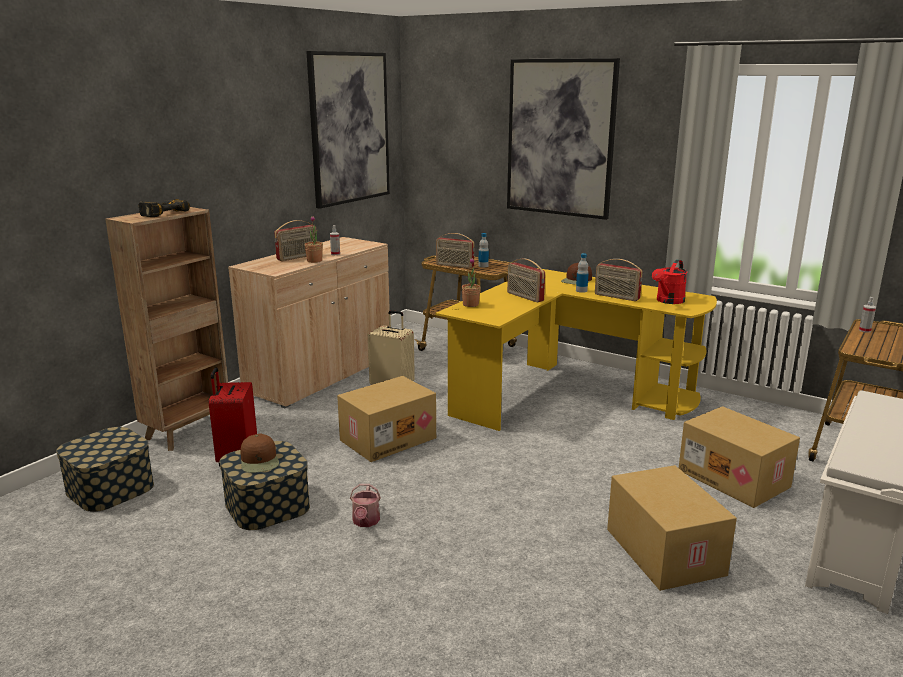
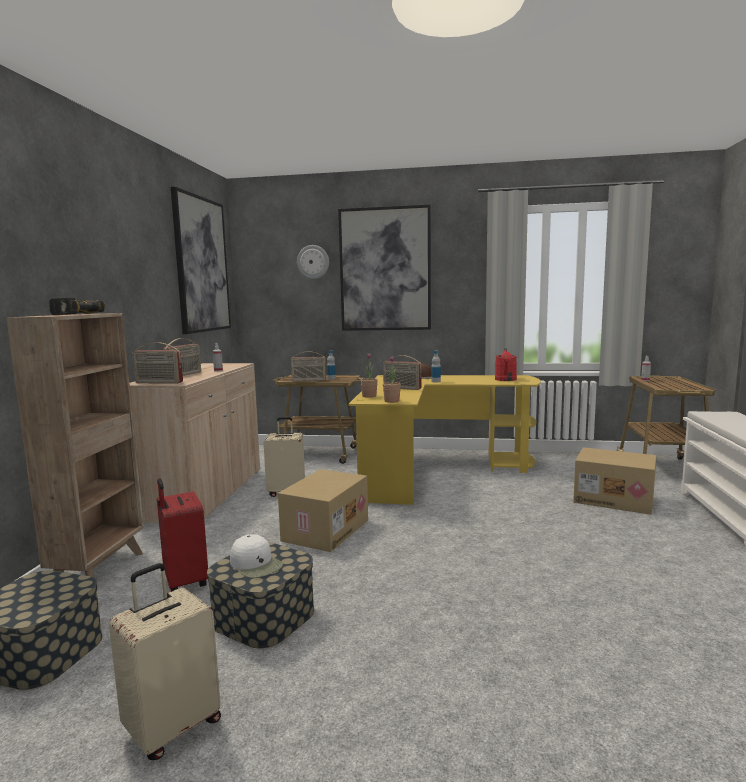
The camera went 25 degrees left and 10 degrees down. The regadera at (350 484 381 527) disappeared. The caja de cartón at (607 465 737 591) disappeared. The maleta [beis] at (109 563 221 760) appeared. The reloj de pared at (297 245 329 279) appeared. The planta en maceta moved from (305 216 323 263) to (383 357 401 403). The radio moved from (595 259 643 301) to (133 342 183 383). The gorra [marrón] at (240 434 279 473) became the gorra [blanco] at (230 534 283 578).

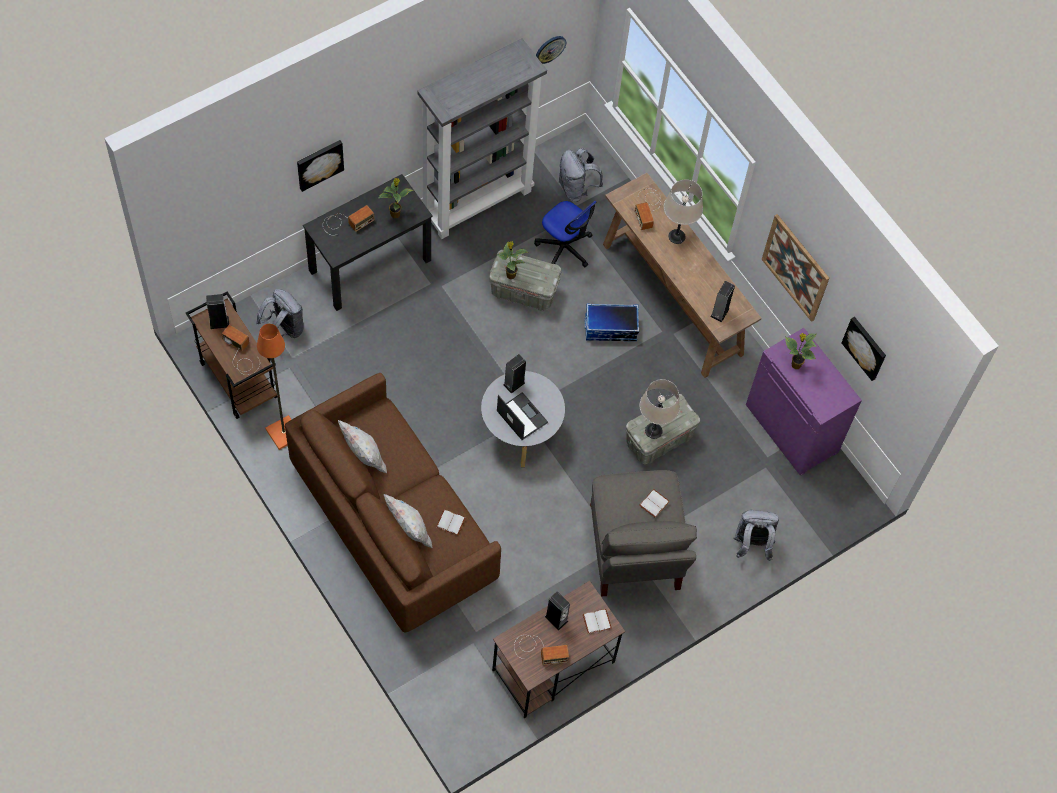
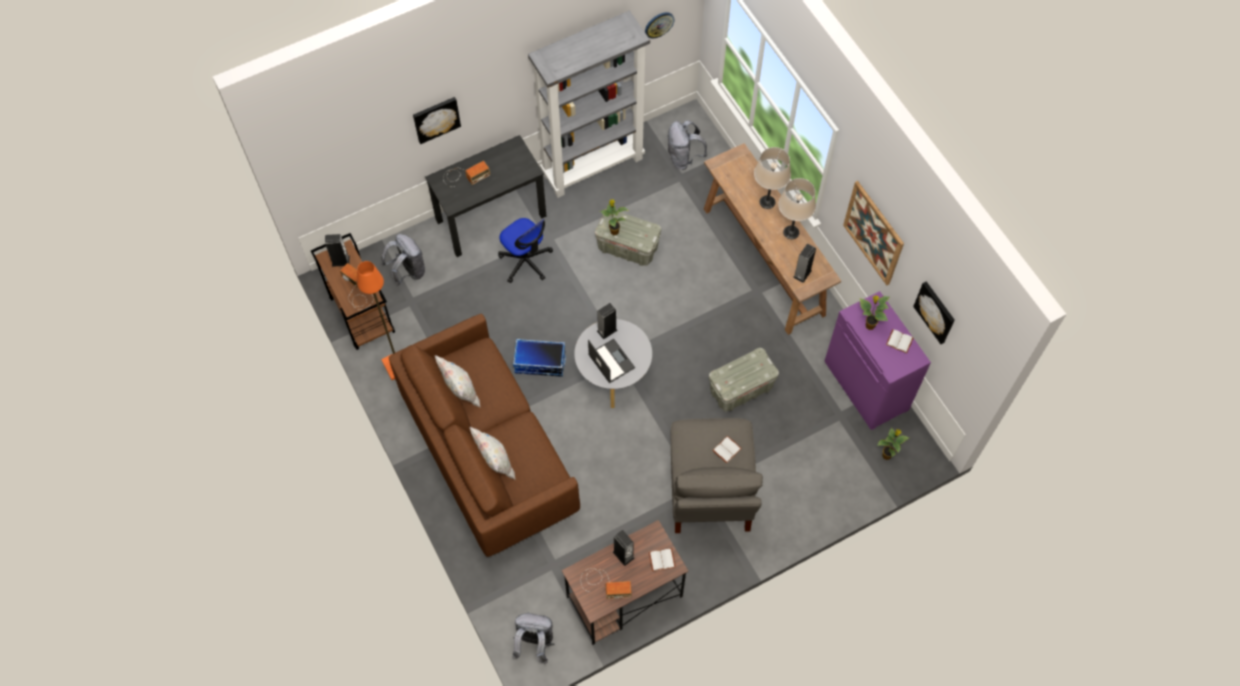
The camera went 10 degrees right and 0 degrees up. The radio at (635 188 661 230) disappeared. The planta en maceta moved from (379 178 413 219) to (877 428 909 460). The libro [blanco] moved from (436 510 466 535) to (886 329 914 353). The silla de oficina moved from (534 201 597 267) to (498 218 553 283). The caja de almacenaje moved from (585 304 639 341) to (513 339 566 377). The lámpara de mesa [beis] moved from (640 379 680 439) to (778 178 816 239). The mochila [gris] moved from (733 509 779 561) to (513 612 554 664).

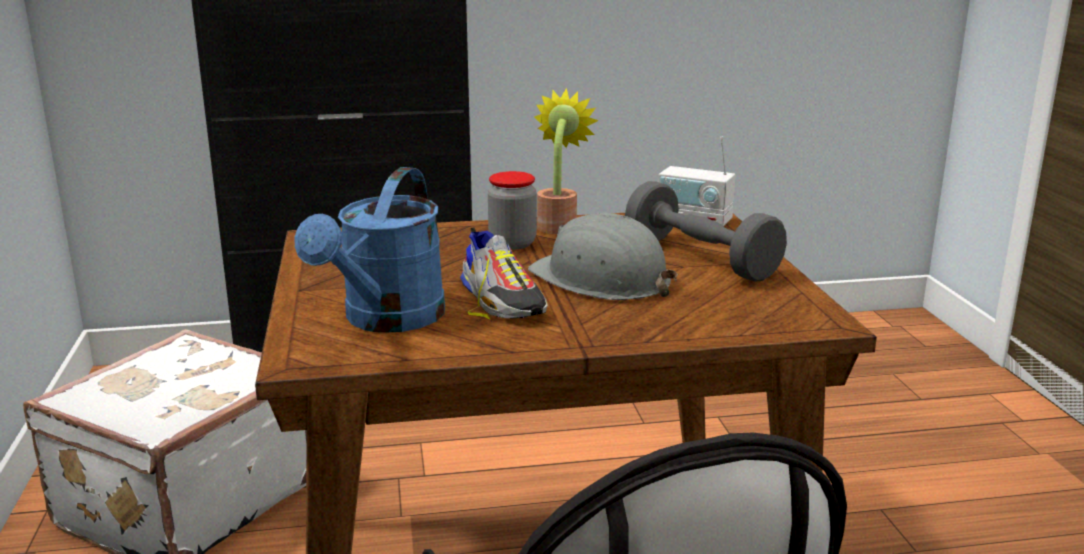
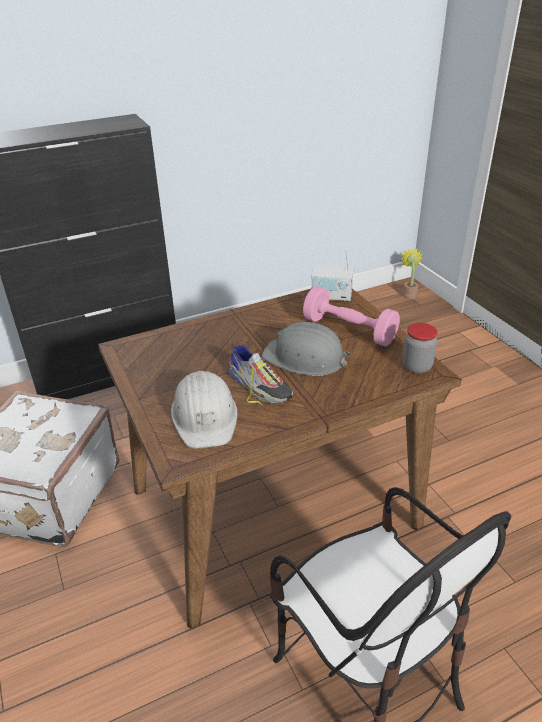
The camera went 15 degrees left and 15 degrees up. The tarro moved from (488 171 537 250) to (402 323 438 374). The planta en maceta moved from (534 88 599 234) to (401 249 423 299). The regadera [azul] at (295 167 445 333) was replaced by the casco [blanco] at (171 371 238 449). The mancuerna [gris] at (625 181 787 282) became the mancuerna [rosa] at (303 286 400 346).

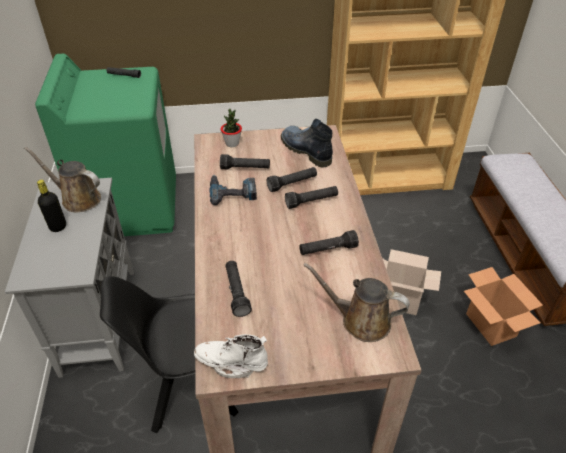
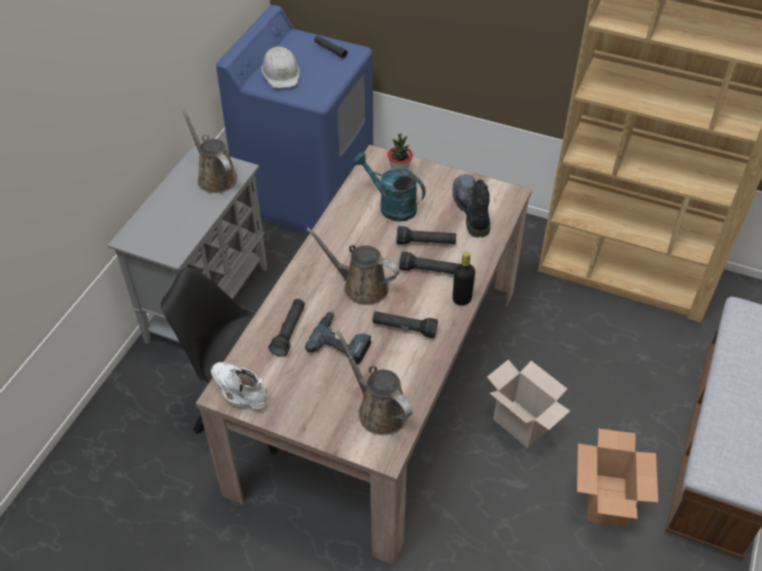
The camera went 30 degrees right and 5 degrees up. The casco [blanco] at (261 46 300 88) appeared. The regadera [marrón] at (306 228 399 305) appeared. The botella [negro] moved from (37 180 66 232) to (452 252 475 306). The taladro moved from (209 175 257 205) to (305 310 371 364). The linterna [negro] at (220 154 270 169) was replaced by the regadera [turquesa] at (353 152 425 222). The lavadora [verde] at (35 54 176 236) became the lavadora [azul] at (216 5 373 234).

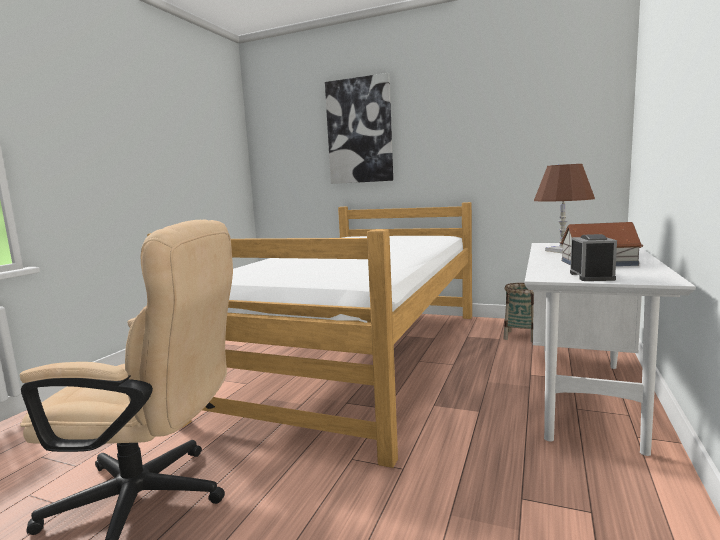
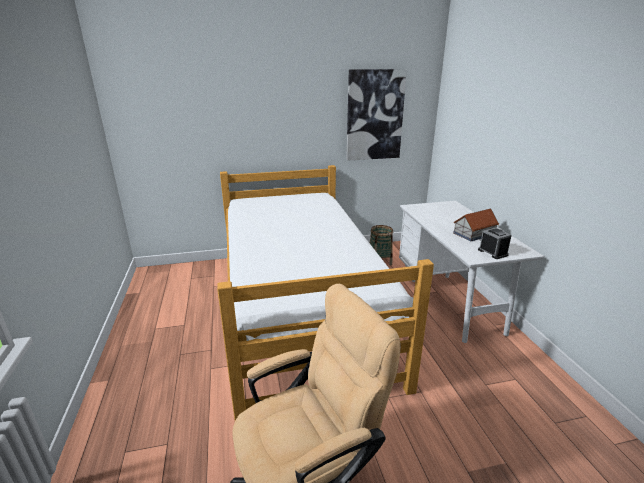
The camera went 35 degrees left and 15 degrees up. The lámpara de mesa [marrón] at (534 164 595 253) disappeared. The cuadro moved from (325 73 393 184) to (346 69 407 161).

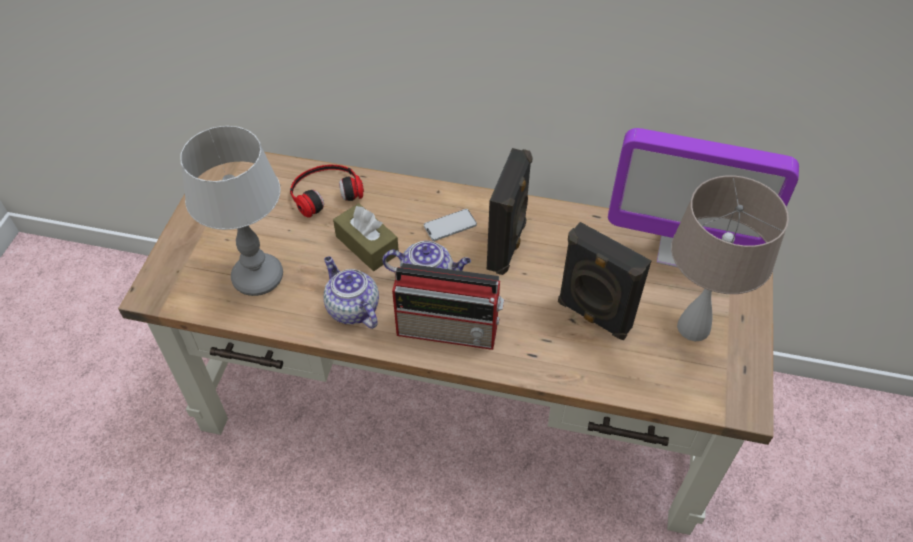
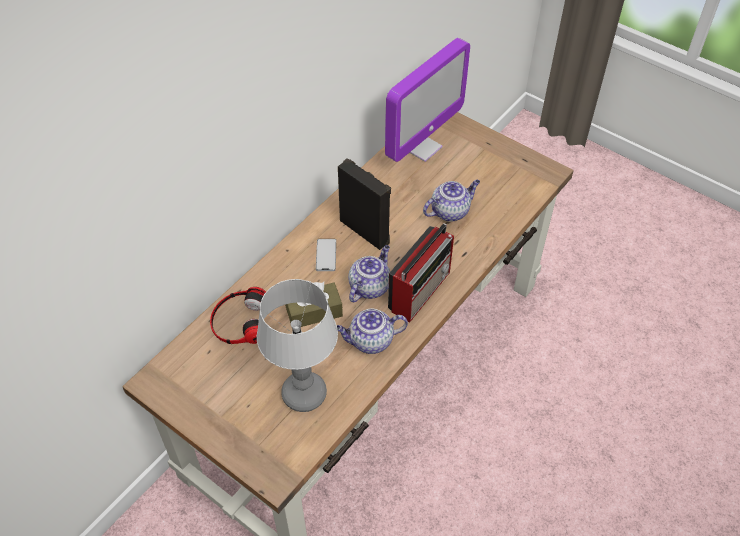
The camera went 65 degrees left and 0 degrees up. The lámpara de mesa [beis] at (671 175 789 341) disappeared. The altavoz [negro] at (558 222 651 340) was replaced by the tetera at (423 180 480 222).

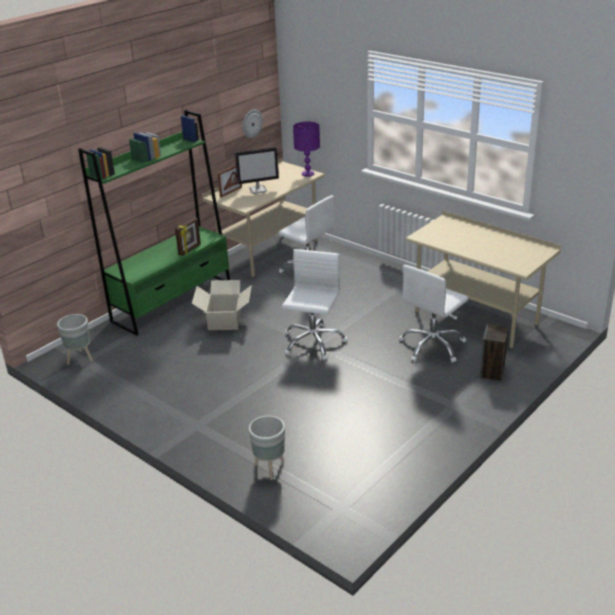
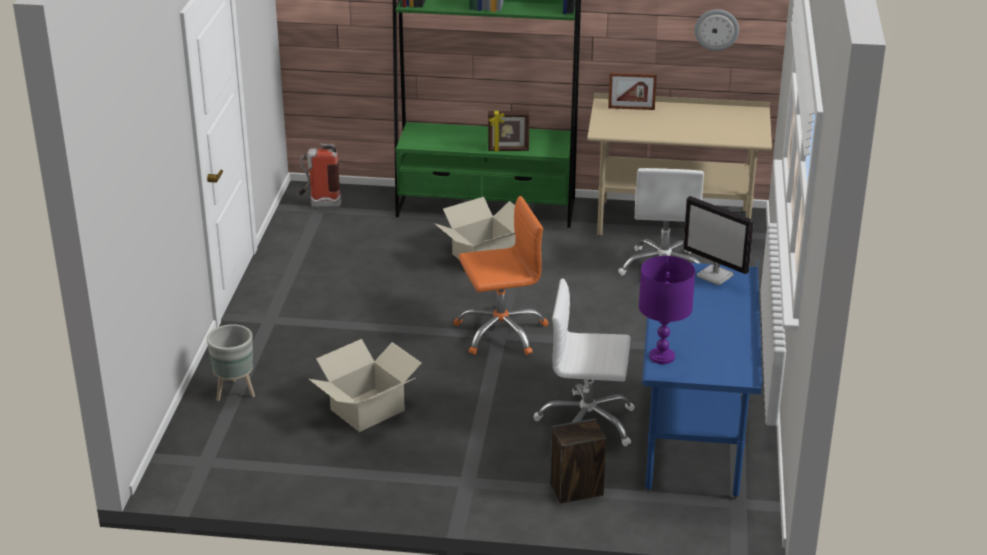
The camera went 55 degrees right and 0 degrees up. The caja de cartón at (309 339 421 432) appeared. The monitor moved from (235 147 279 194) to (683 196 754 285). The lámpara de mesa [morado] moved from (293 121 320 177) to (639 256 695 364). The maceta [gris] at (57 314 93 365) was replaced by the extintor at (298 143 341 208). The silla de oficina [blanco] at (282 249 348 360) became the silla de oficina [naranja] at (453 196 548 355). The escritorio [beis] at (406 211 561 350) became the escritorio [azul] at (642 261 762 499).

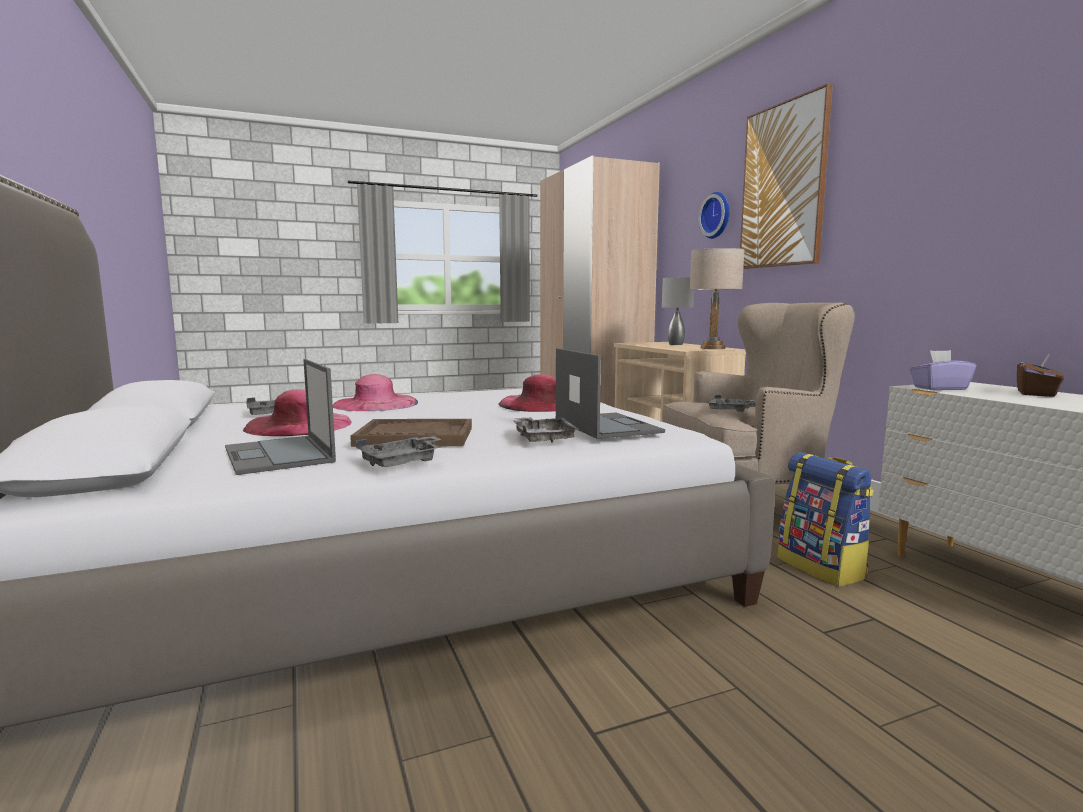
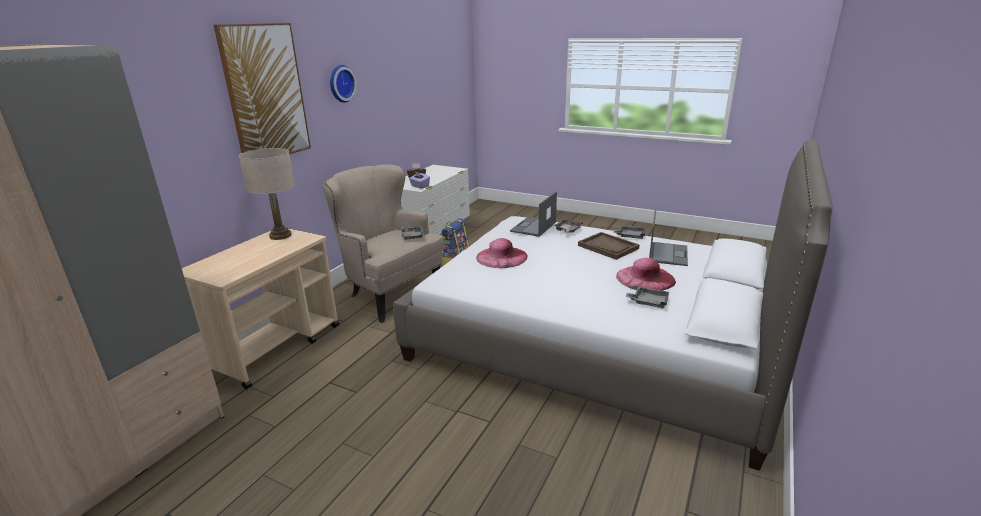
The camera went 130 degrees left and 15 degrees up. The sombrero [rosa] at (333 374 418 411) disappeared. The lámpara de mesa [gris] at (662 277 694 345) disappeared. The reloj de pared moved from (698 192 730 239) to (330 65 357 103).

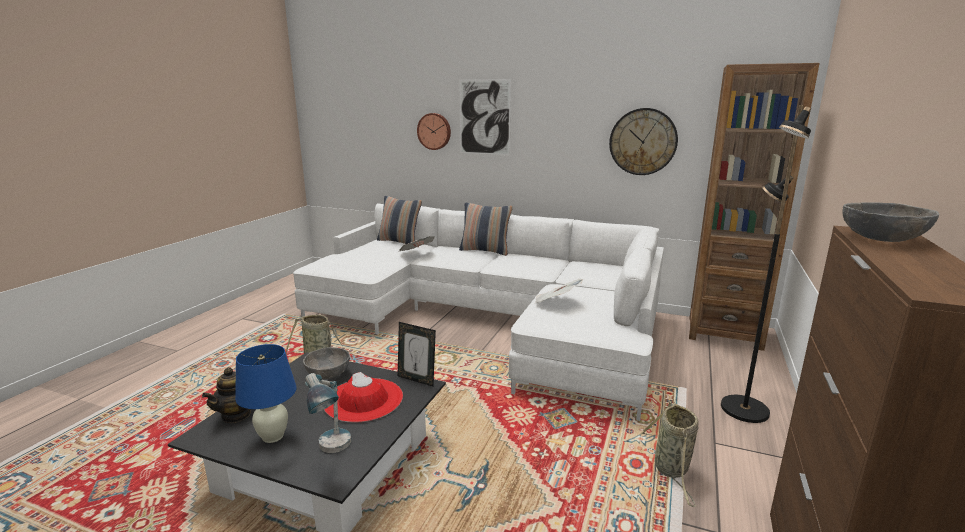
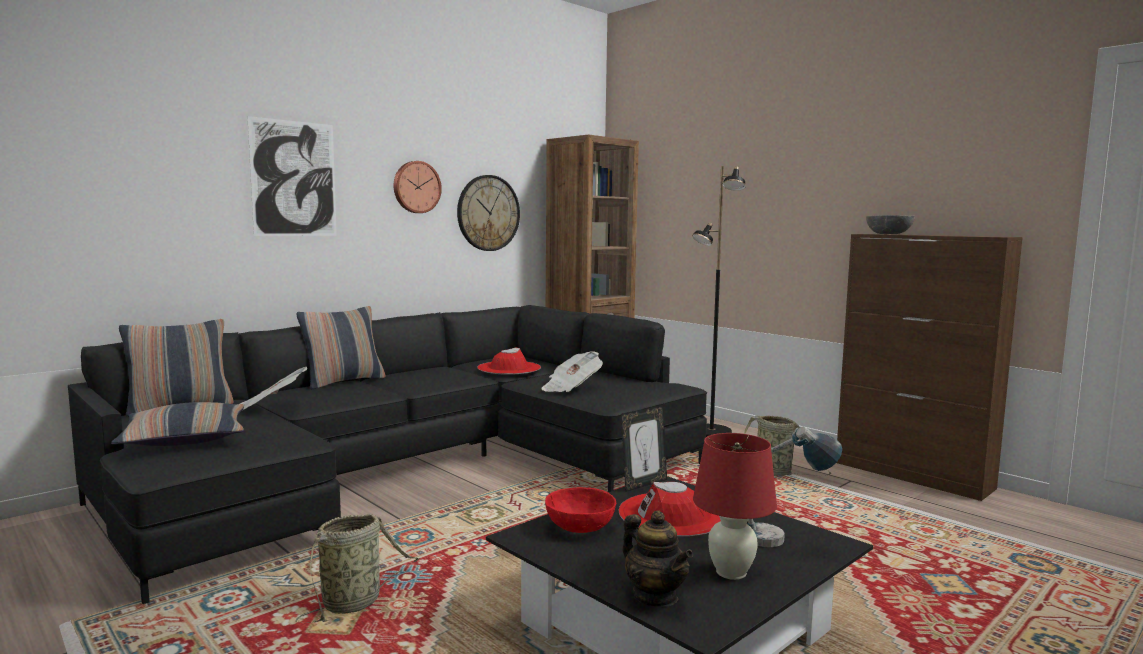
The camera went 65 degrees left and 10 degrees down. The cojín at (111 402 244 446) appeared. The sombrero [rojo] at (477 347 541 375) appeared. The reloj de pared moved from (417 113 451 150) to (394 161 442 213). The lámpara de mesa [azul] at (235 344 297 443) became the lámpara de mesa [rojo] at (693 433 777 580). The sofá [blanco] at (293 203 664 421) became the sofá [negro] at (68 305 707 604). The cuenco [gris] at (303 347 350 379) became the cuenco [rojo] at (545 487 616 533).

